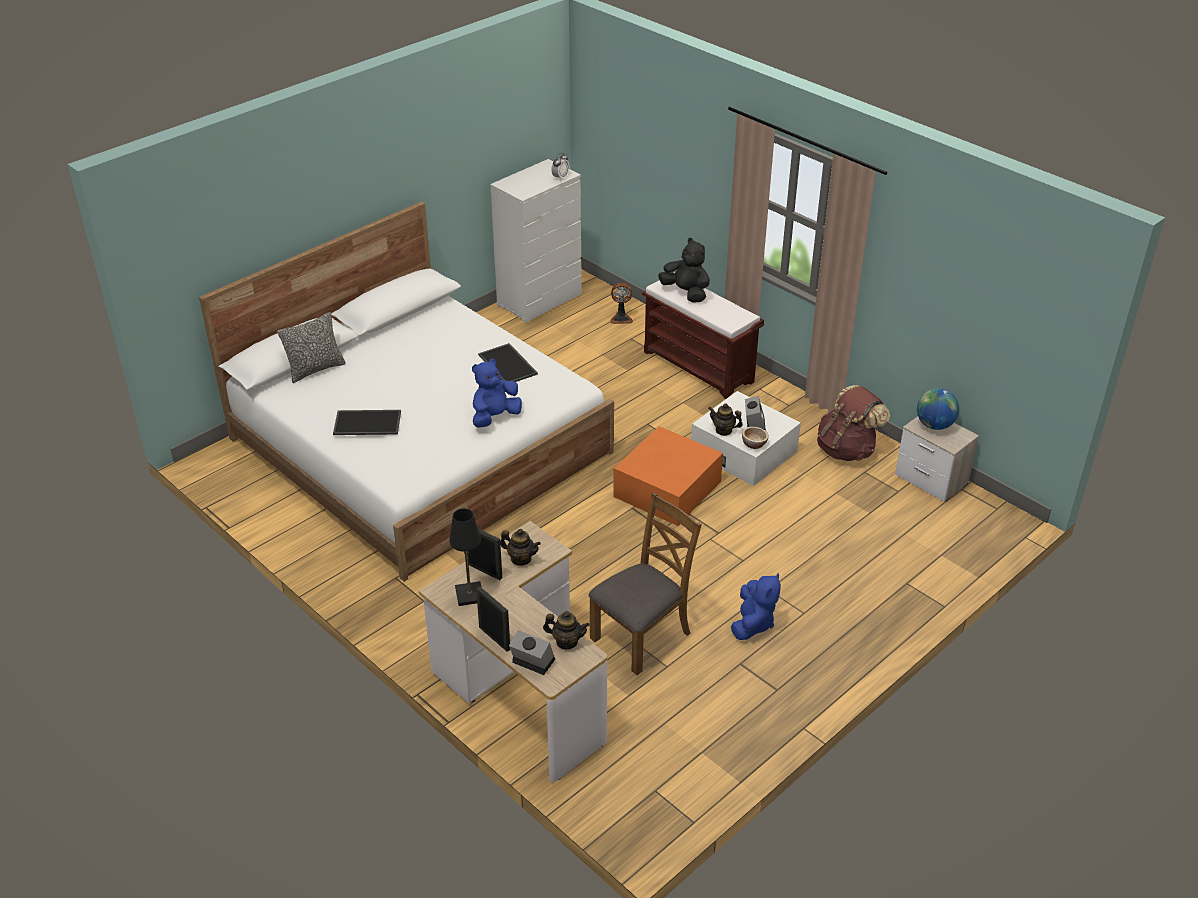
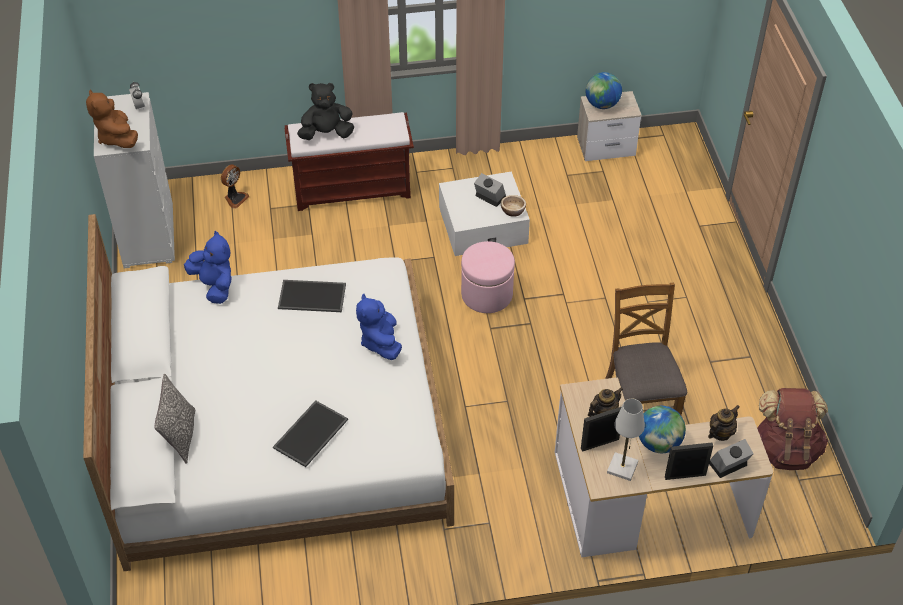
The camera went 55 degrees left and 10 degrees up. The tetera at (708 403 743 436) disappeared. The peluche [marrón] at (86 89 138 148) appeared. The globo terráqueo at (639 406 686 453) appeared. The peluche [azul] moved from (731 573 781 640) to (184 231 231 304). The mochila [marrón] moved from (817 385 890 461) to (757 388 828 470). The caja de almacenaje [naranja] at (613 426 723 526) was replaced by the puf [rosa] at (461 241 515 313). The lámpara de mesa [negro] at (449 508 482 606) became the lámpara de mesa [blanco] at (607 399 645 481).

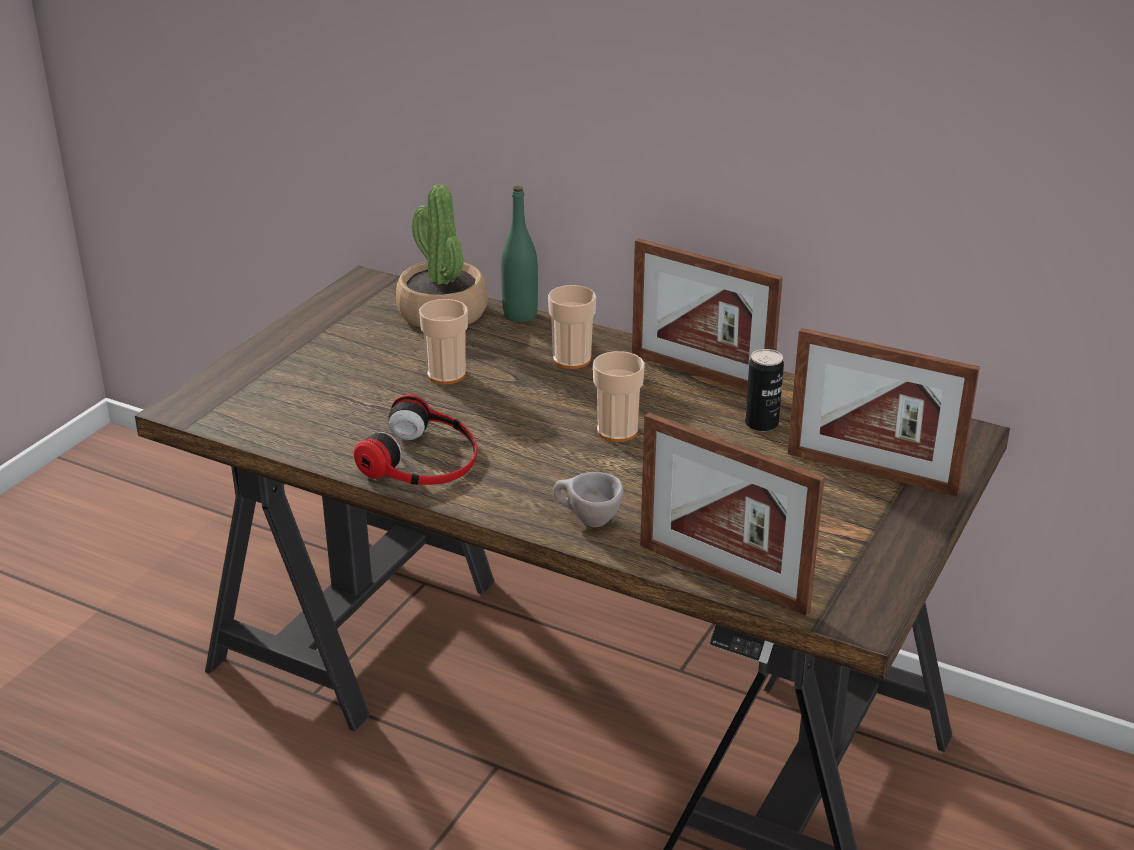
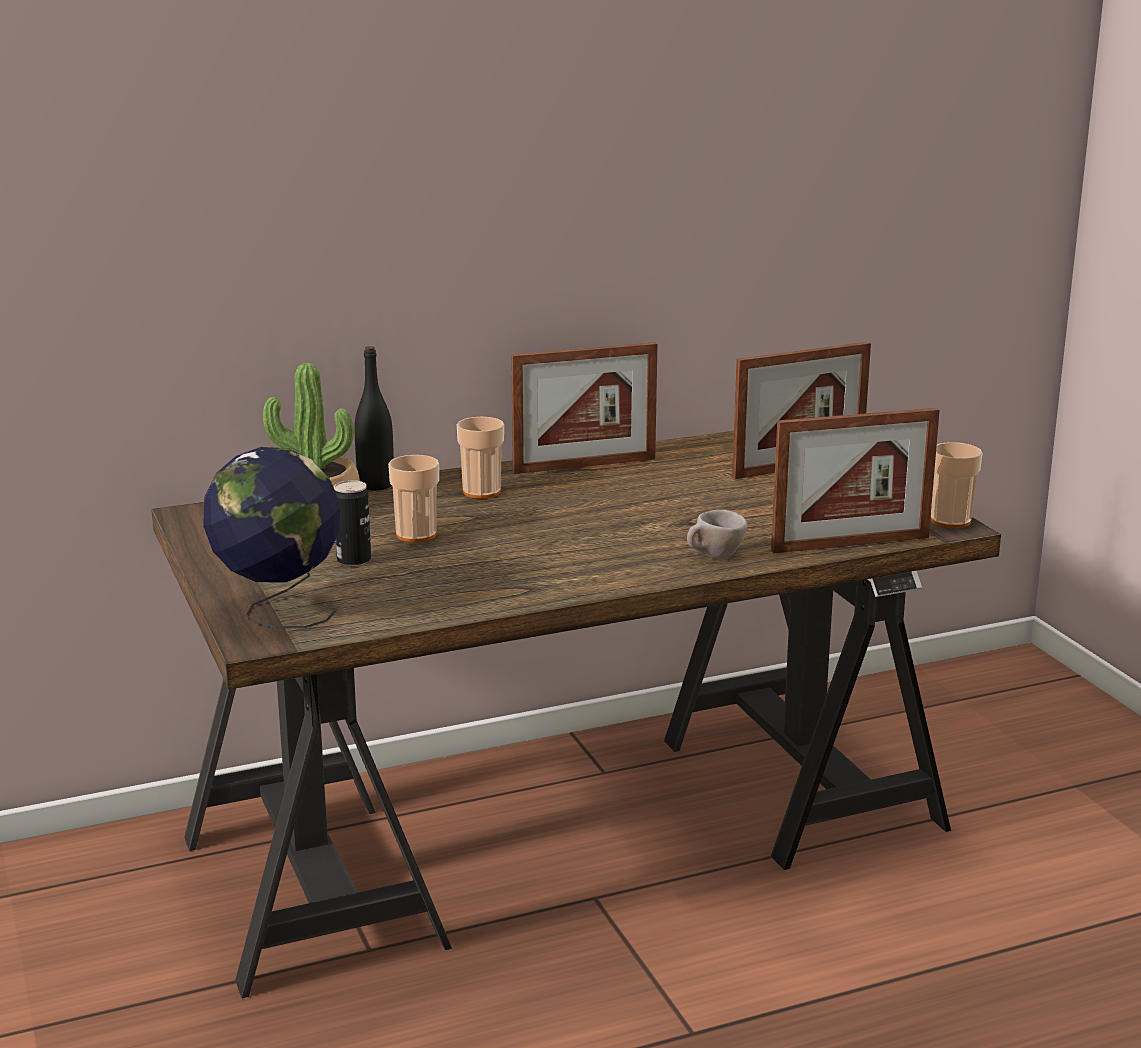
The camera went 50 degrees left and 10 degrees down. The auriculares at (354 395 477 485) disappeared. The globo terráqueo at (203 447 340 628) appeared. The taza moved from (593 351 645 442) to (931 442 982 528). The lata moved from (745 349 784 432) to (334 480 371 566). The botella [verde] at (501 186 538 322) became the botella [negro] at (354 346 394 490).

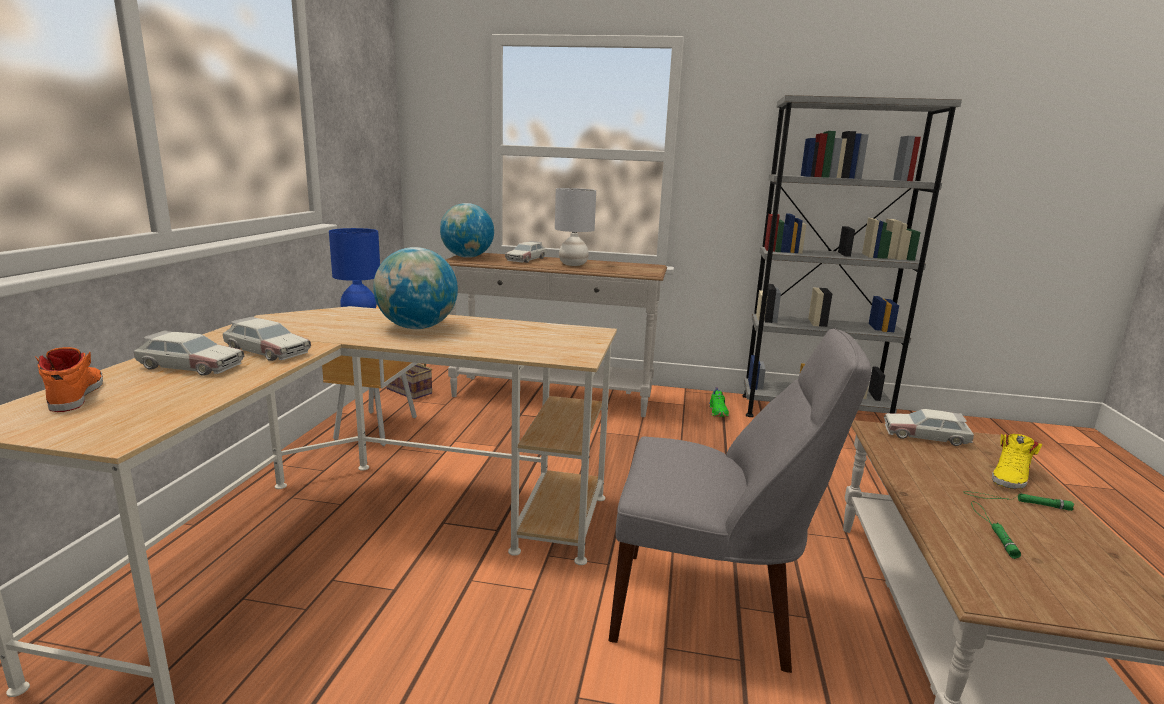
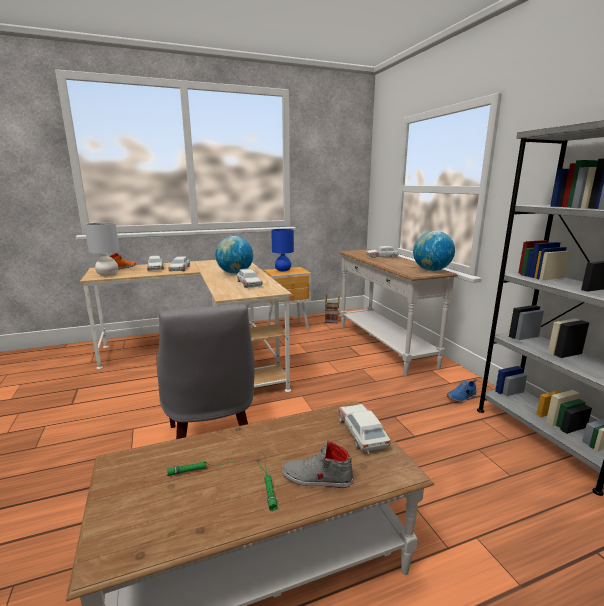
The camera went 60 degrees right and 0 degrees up. The coche de juguete at (237 268 263 288) appeared. The globo terráqueo moved from (440 203 494 258) to (413 231 455 271). The lámpara de mesa [gris] moved from (555 188 596 266) to (84 222 119 276). The zapato [verde] at (709 387 729 417) became the zapato [azul] at (447 379 477 402). The zapato [amarillo] at (992 434 1042 489) became the zapato [gris] at (282 440 354 488).

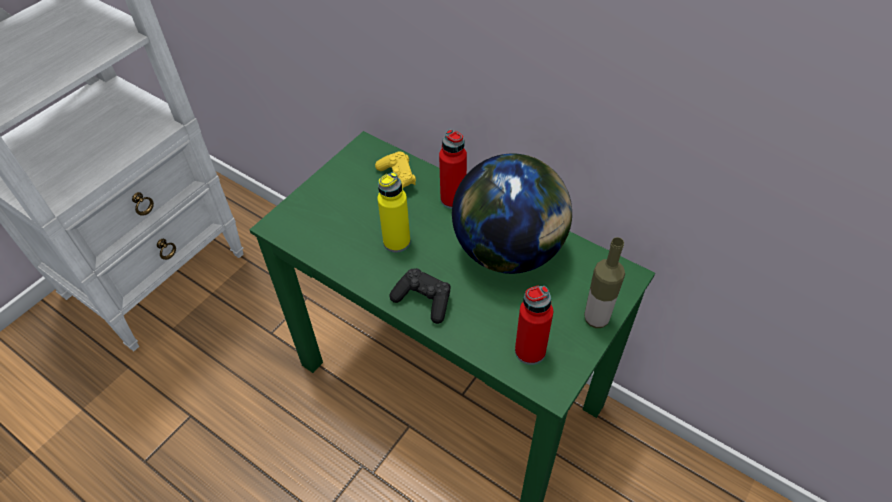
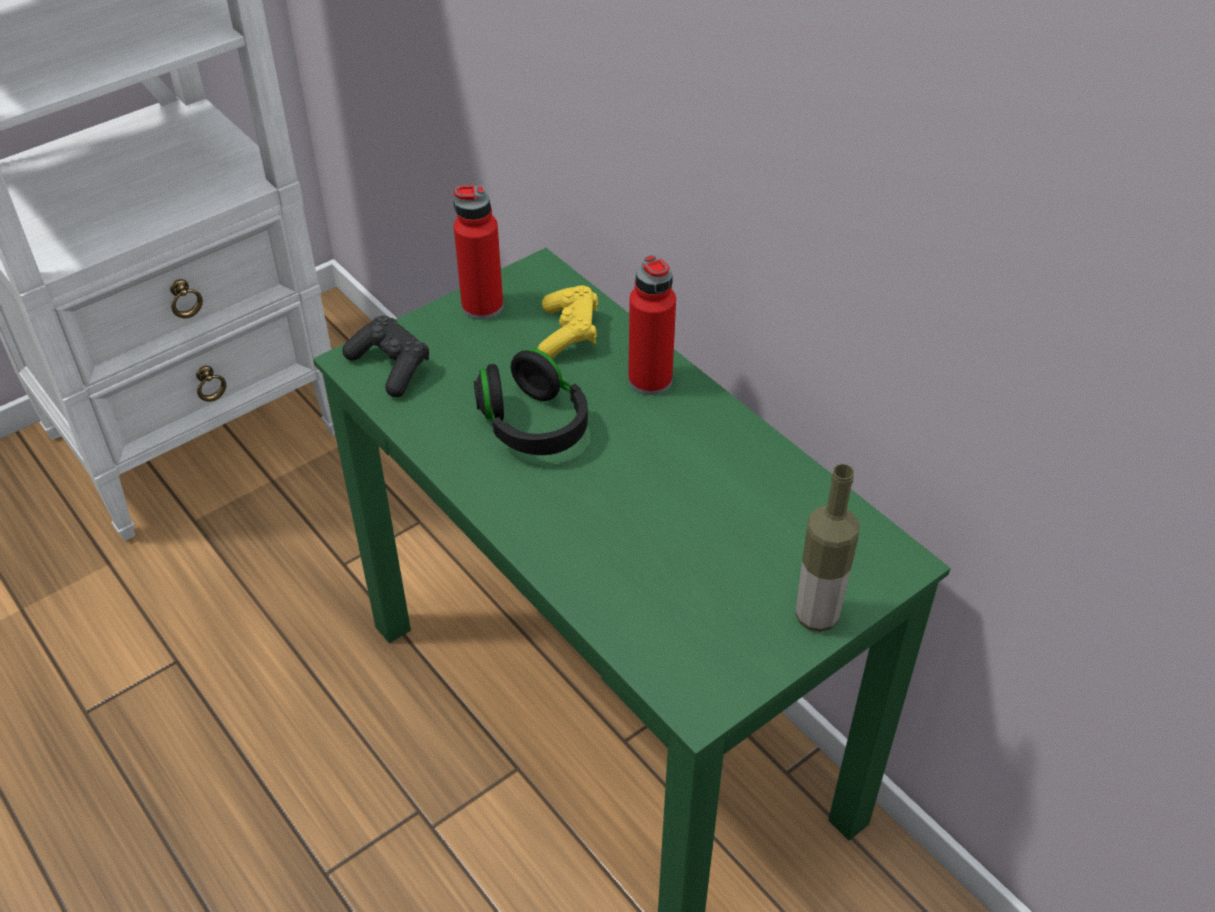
The camera went 15 degrees right and 5 degrees down. The globo terráqueo at (452 154 572 274) disappeared. The mando de consola [negro] moved from (389 268 451 324) to (342 316 429 397). The botella [rojo] moved from (515 285 553 365) to (453 185 503 320). The botella [amarillo] at (377 172 410 252) was replaced by the auriculares [negro] at (474 349 588 455).

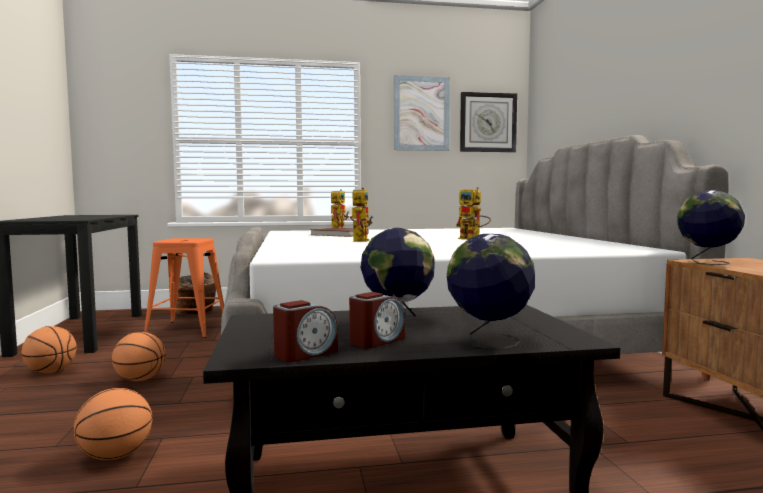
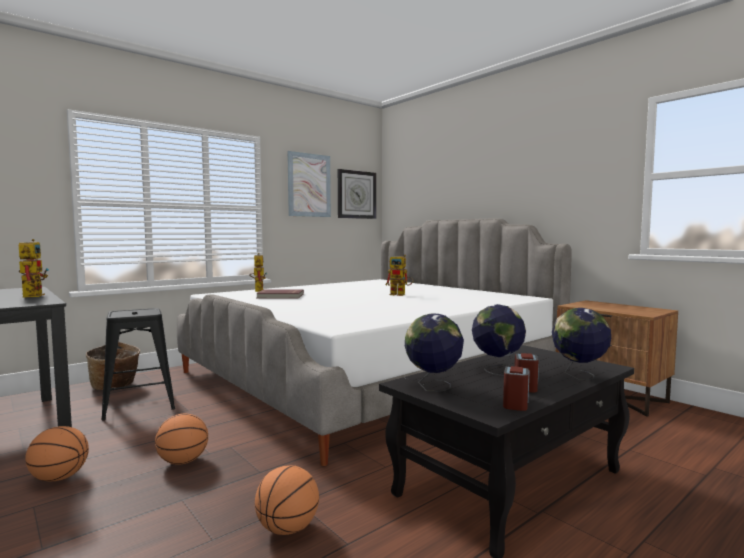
The camera went 30 degrees left and 0 degrees up. The robot de juguete moved from (350 187 374 242) to (19 239 49 297). The globo terráqueo moved from (677 190 745 265) to (405 314 464 392). The taburete [naranja] at (144 238 224 338) became the taburete [negro] at (101 308 175 420).

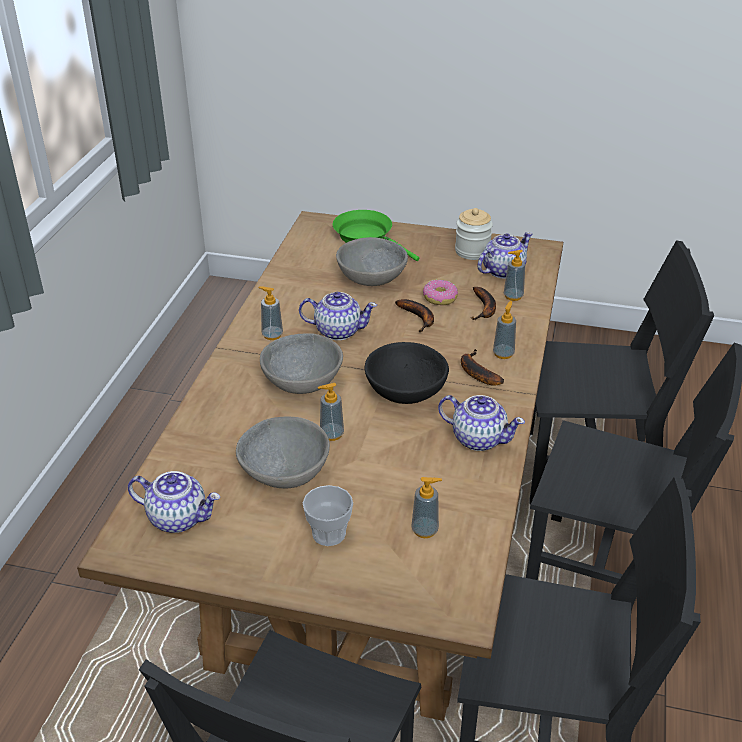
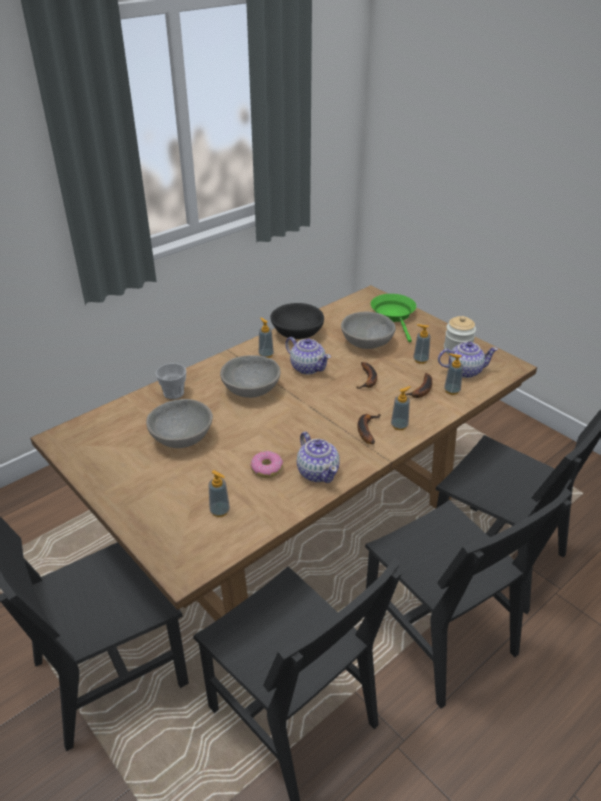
The camera went 35 degrees right and 0 degrees up. The tetera at (128 471 220 533) disappeared. The taza moved from (303 485 353 546) to (156 363 186 399). The dispensador de jabón moved from (318 383 344 441) to (413 324 431 364). The cuenco [negro] moved from (365 342 449 404) to (270 303 324 339). The rosquilla moved from (423 280 458 305) to (251 451 283 478).

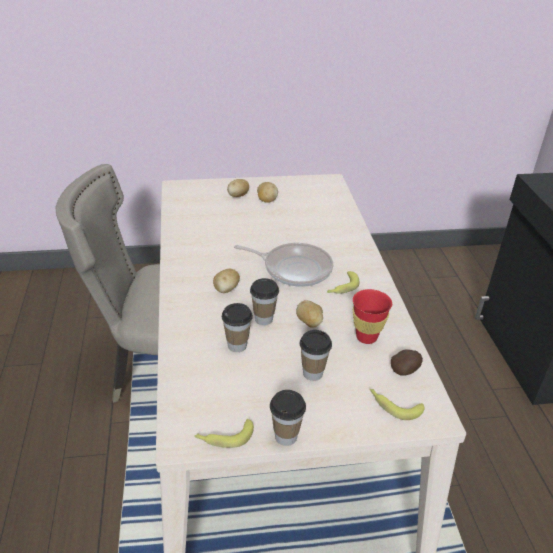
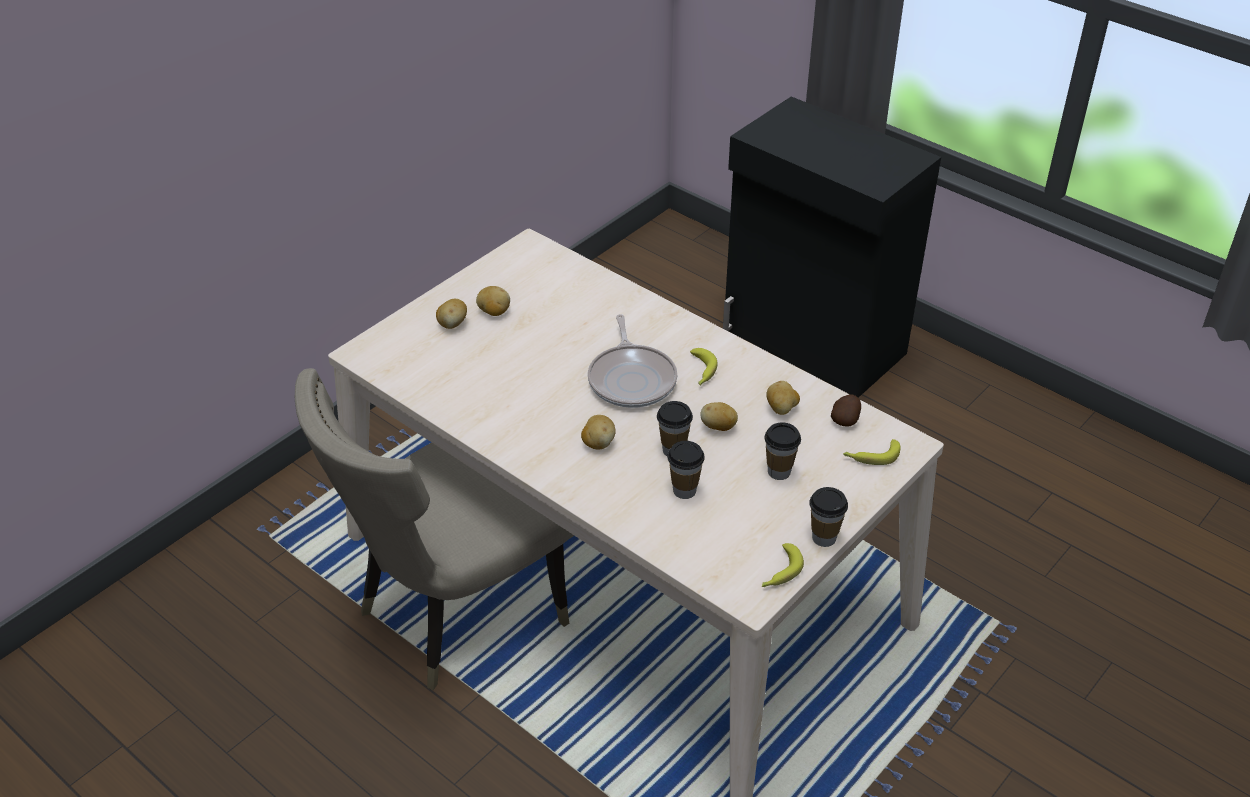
The camera went 40 degrees left and 5 degrees up. The taza [rojo] at (353 289 392 344) was replaced by the patata at (766 381 800 415). The sartén at (234 243 333 287) turned 105 degrees clockwise.

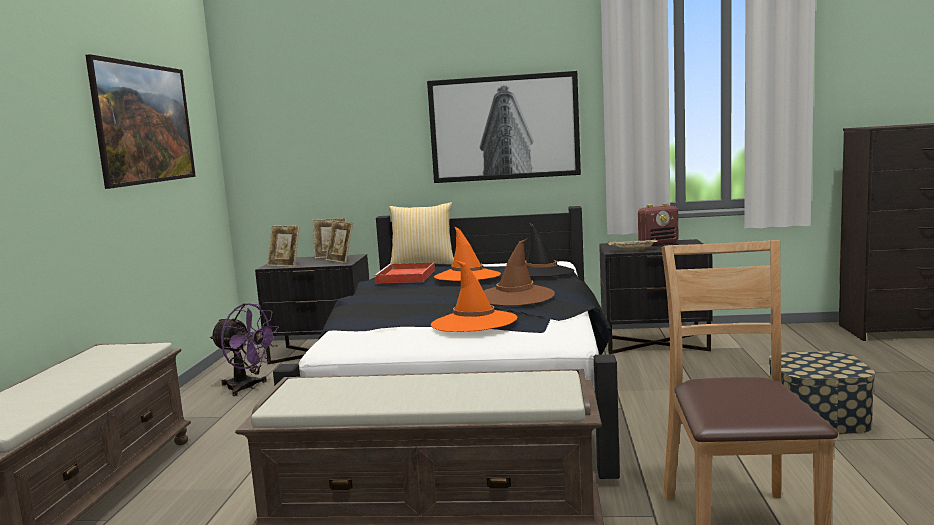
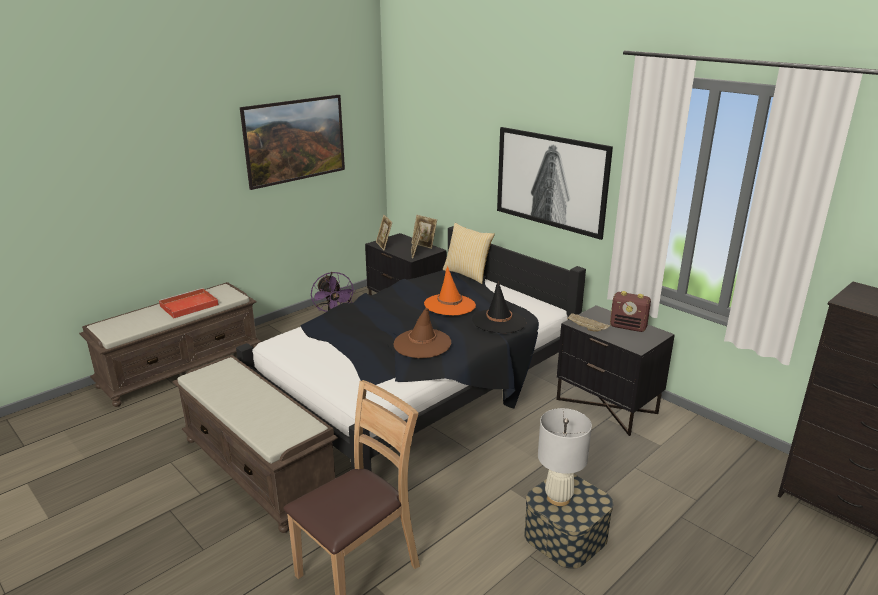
The camera went 40 degrees right and 15 degrees up. The sombrero [naranja] at (431 260 518 332) disappeared. The lámpara de mesa [blanco] at (538 408 592 506) appeared. The bandeja [rojo] moved from (373 262 435 284) to (158 288 219 318).

